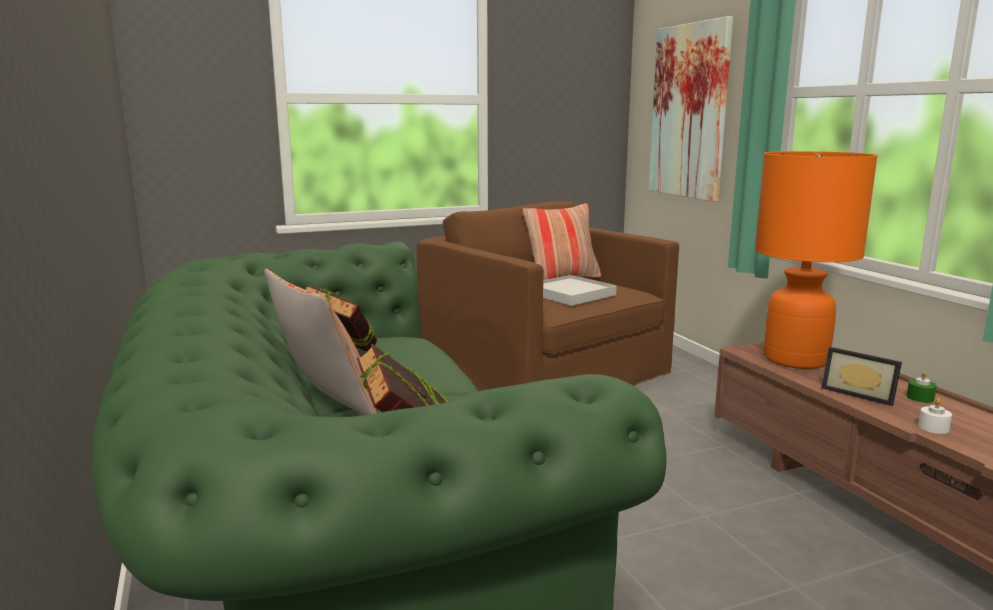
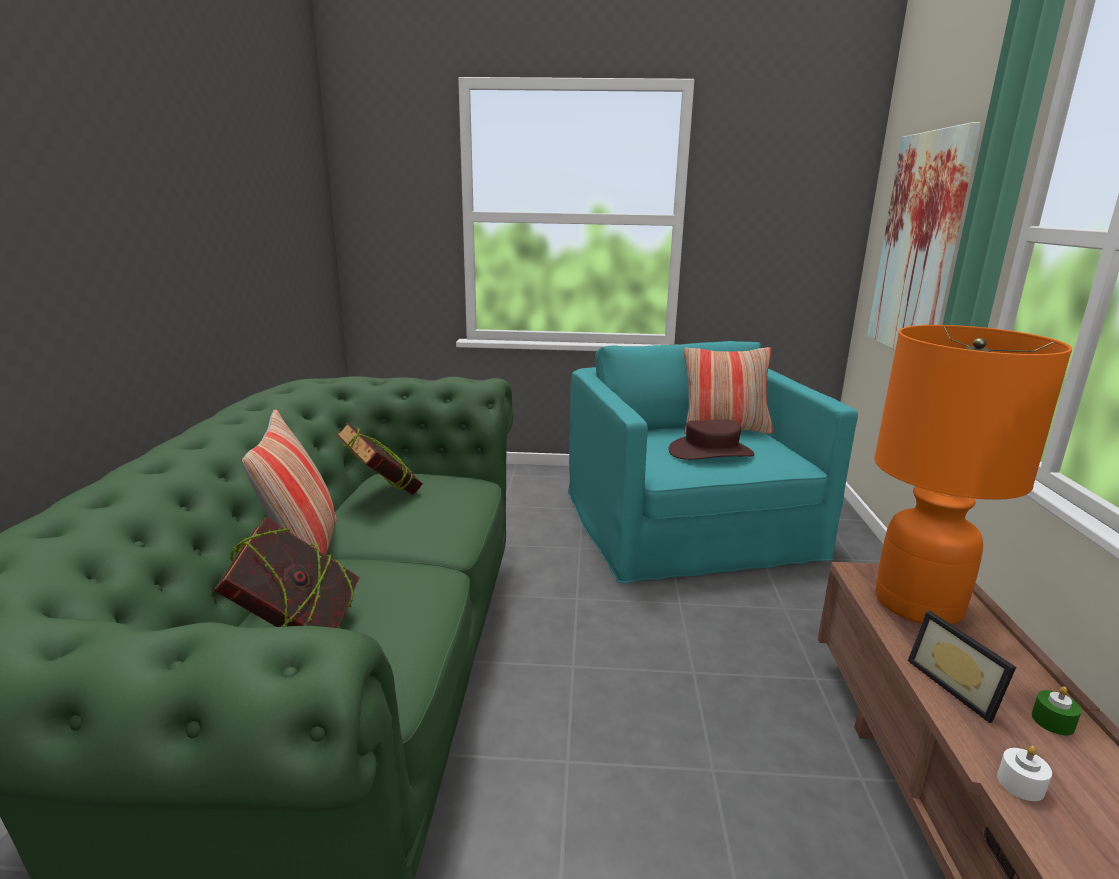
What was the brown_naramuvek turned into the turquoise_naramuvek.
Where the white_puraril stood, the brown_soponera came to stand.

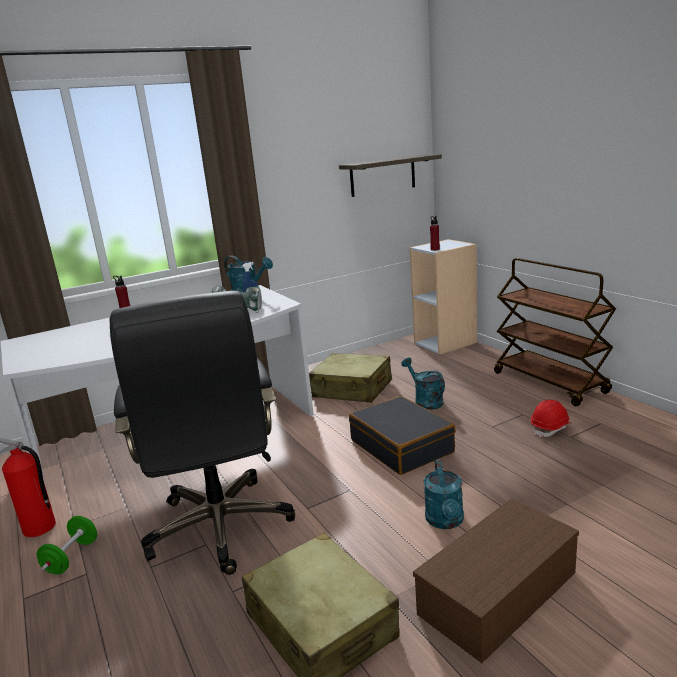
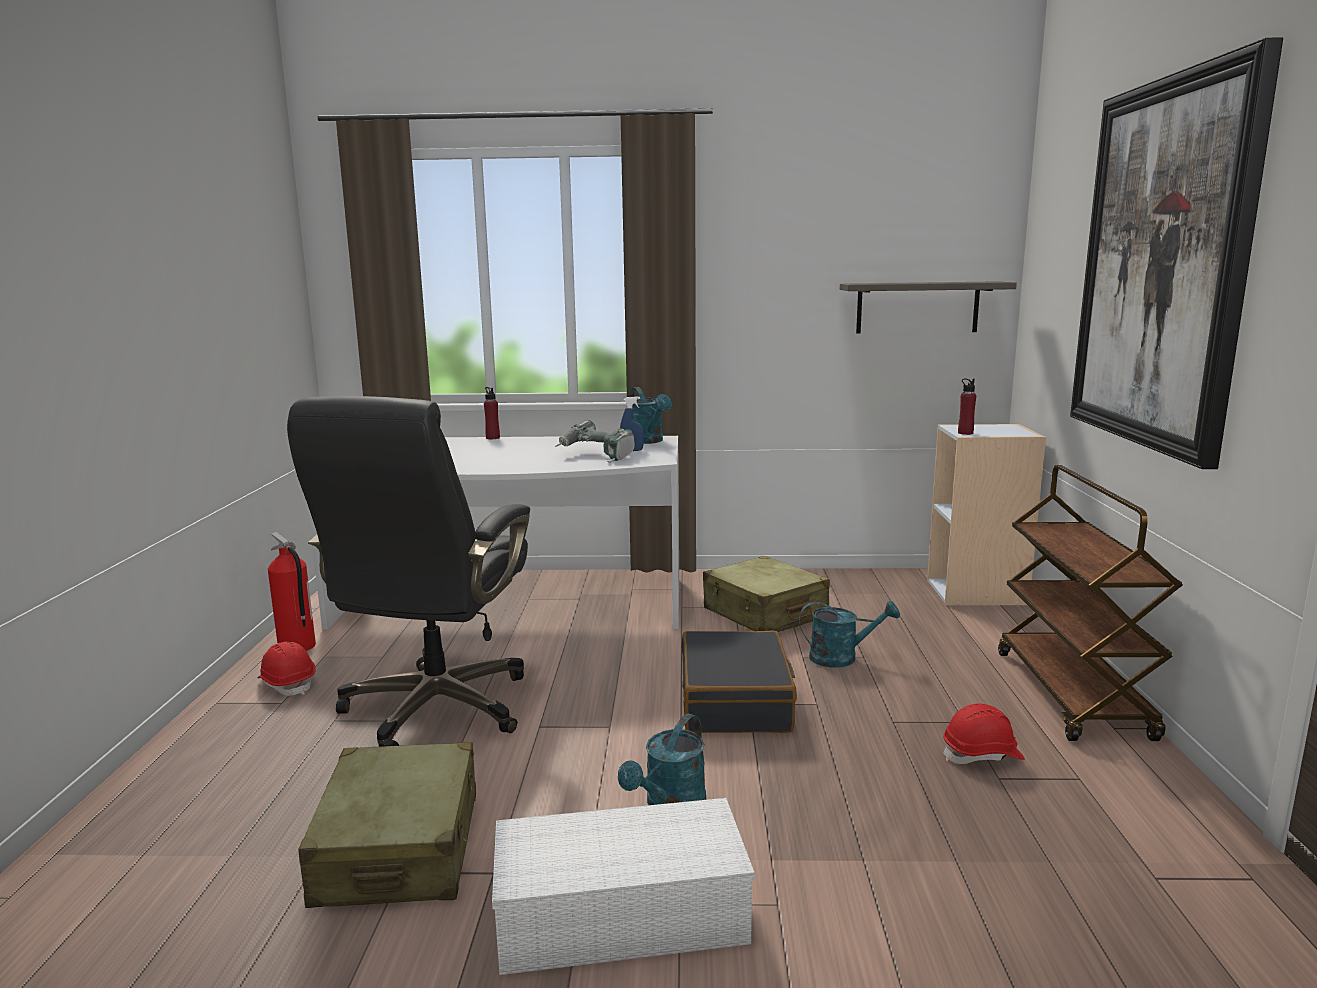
Where the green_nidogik stood, the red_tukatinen (no. 1 from left) came to stand.
What was the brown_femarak turned into the white_femarak.
The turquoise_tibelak (no. 2 from left in the first image) ended up facing another way, 90 degrees clockwise from before.
The second view gained the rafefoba.

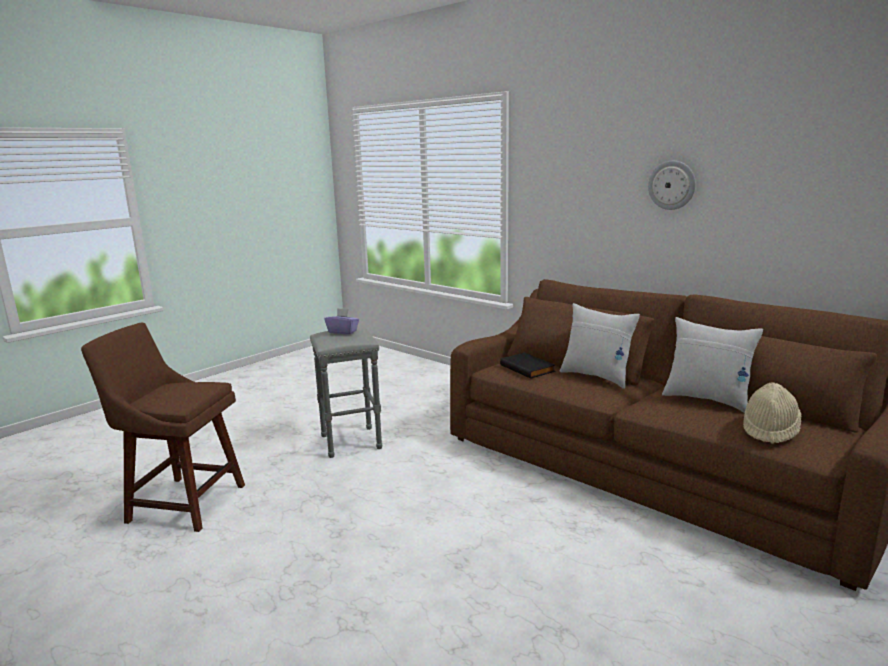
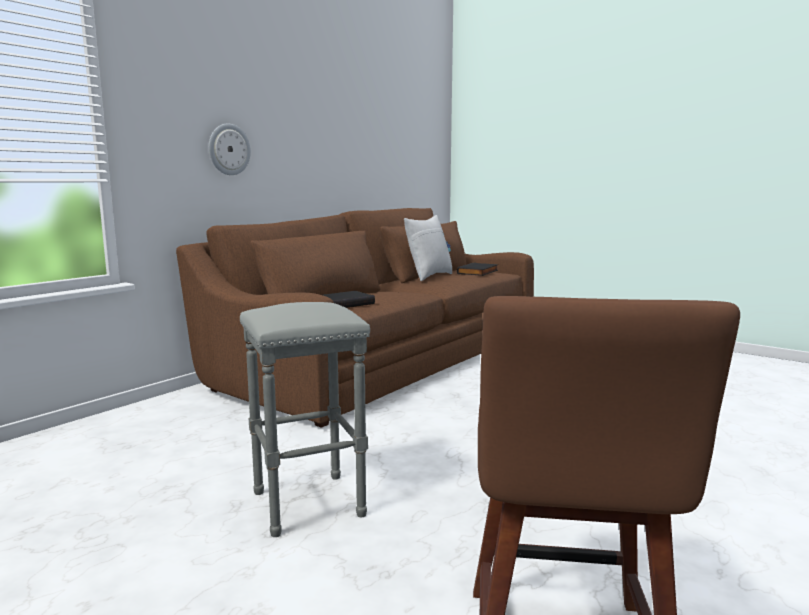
The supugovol ended up elsewhere.
Where the beige_soponera stood, the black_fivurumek (no. 2 from left) came to stand.
The second view lost the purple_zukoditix.
The second view lost the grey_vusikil (no. 1 from left).

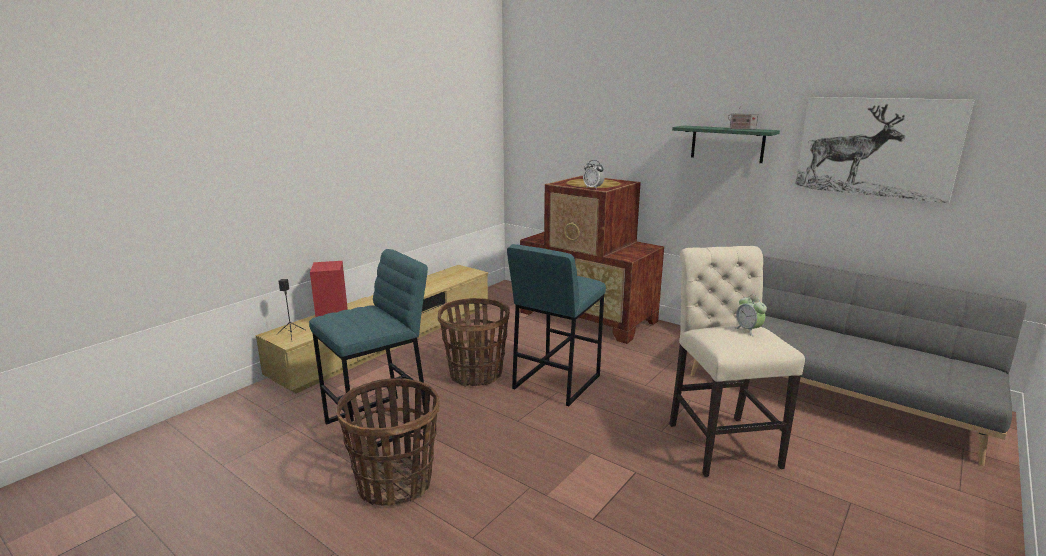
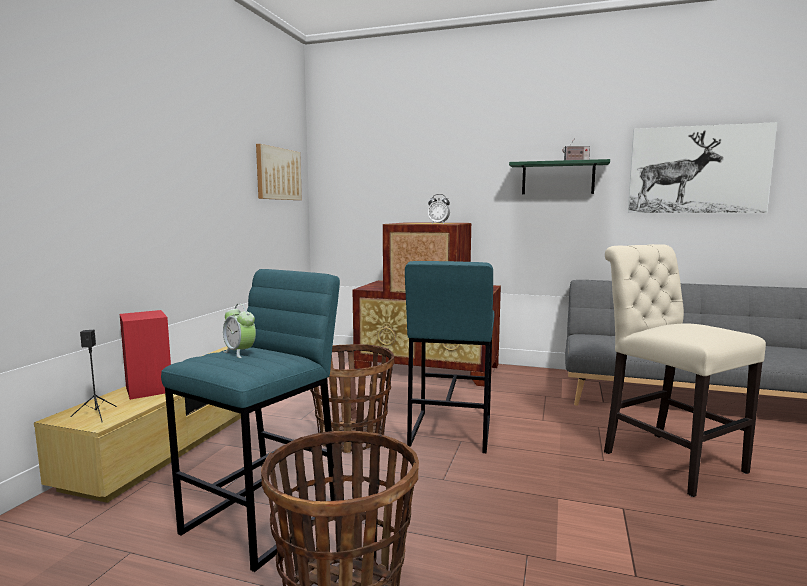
The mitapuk (no. 2 from left in the first image) ended up elsewhere.
The second view gained the rafefoba (no. 1 from left).

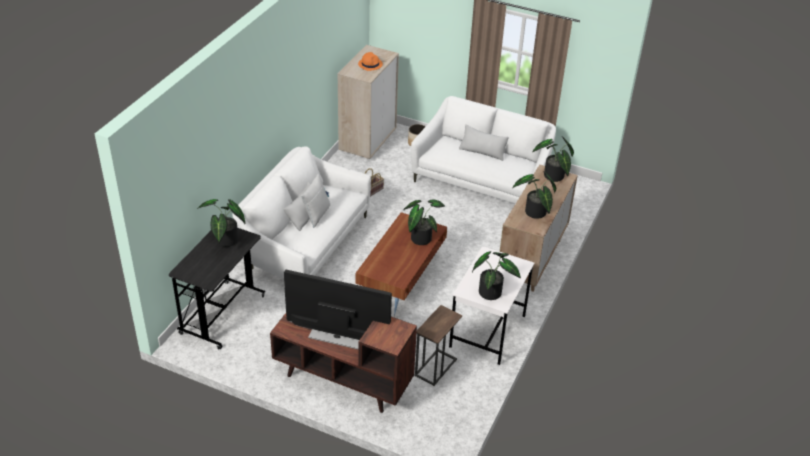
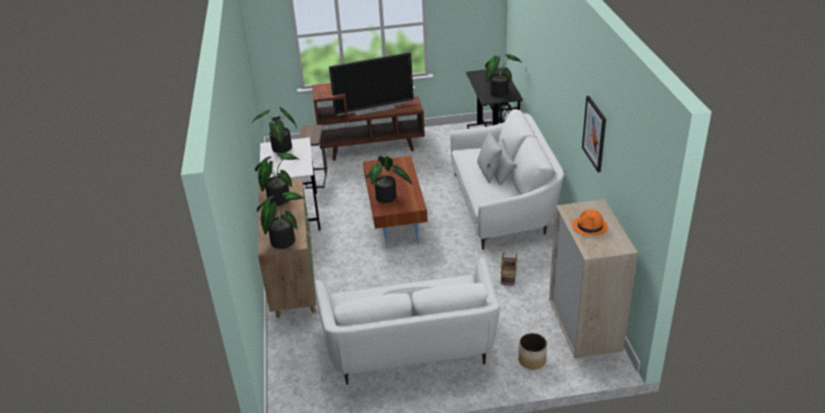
The second view gained the rafefoba.

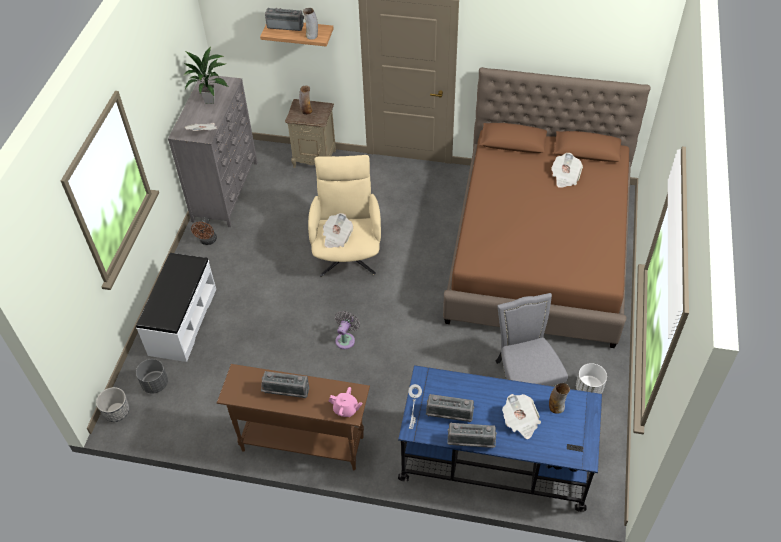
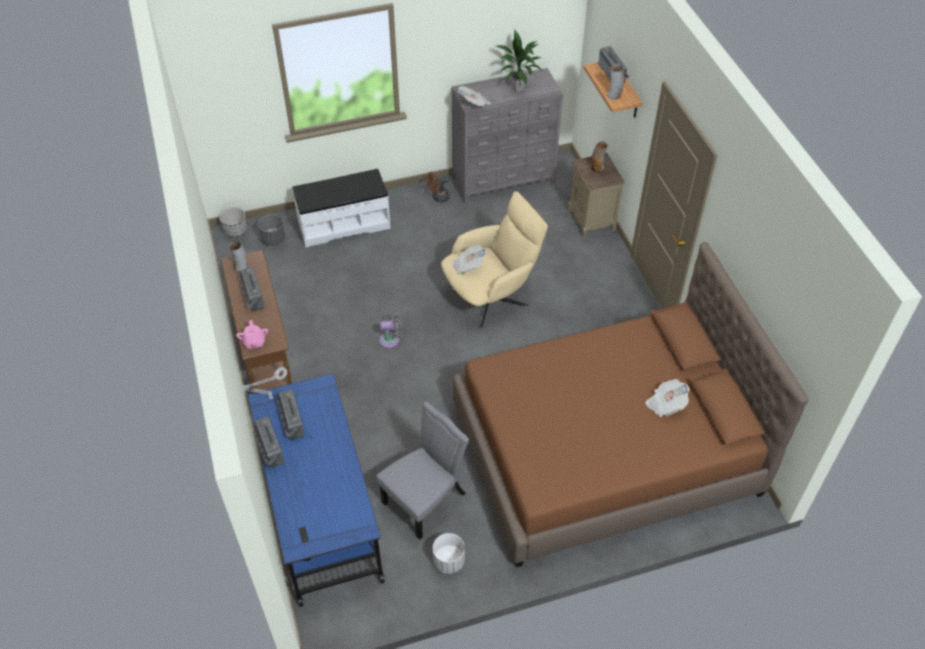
The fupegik (no. 3 from left in the first image) ended up elsewhere.
The second view lost the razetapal (no. 3 from left).

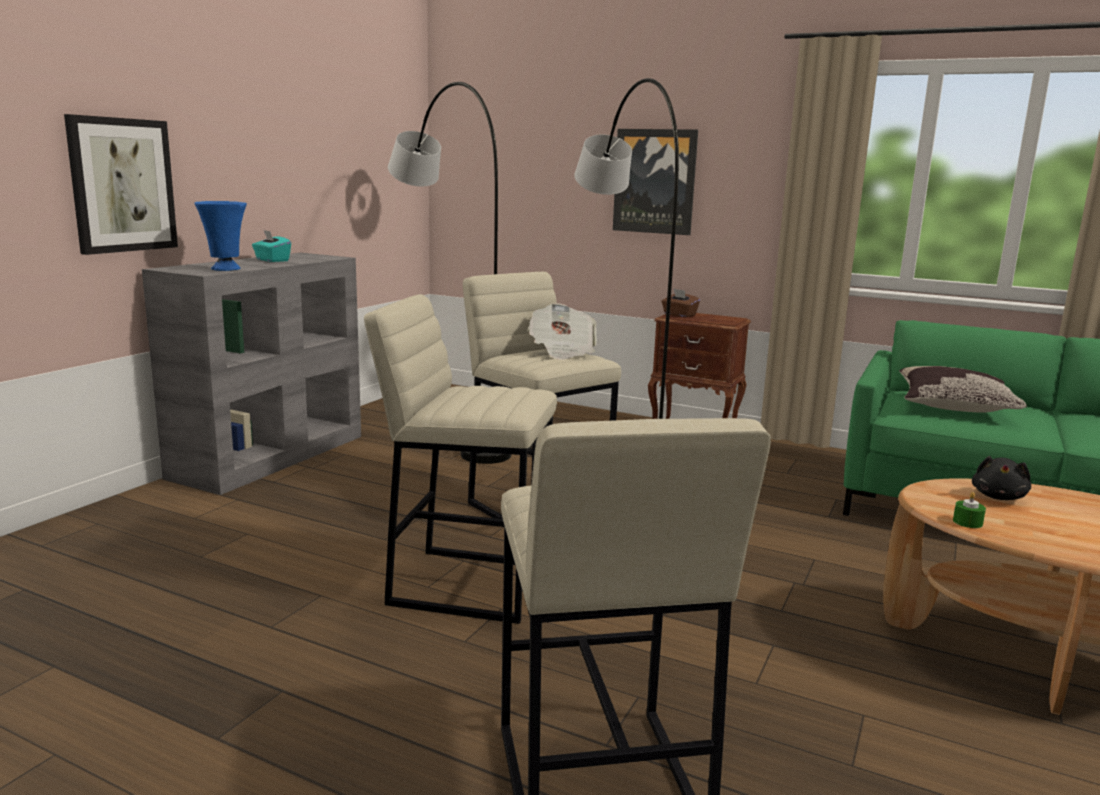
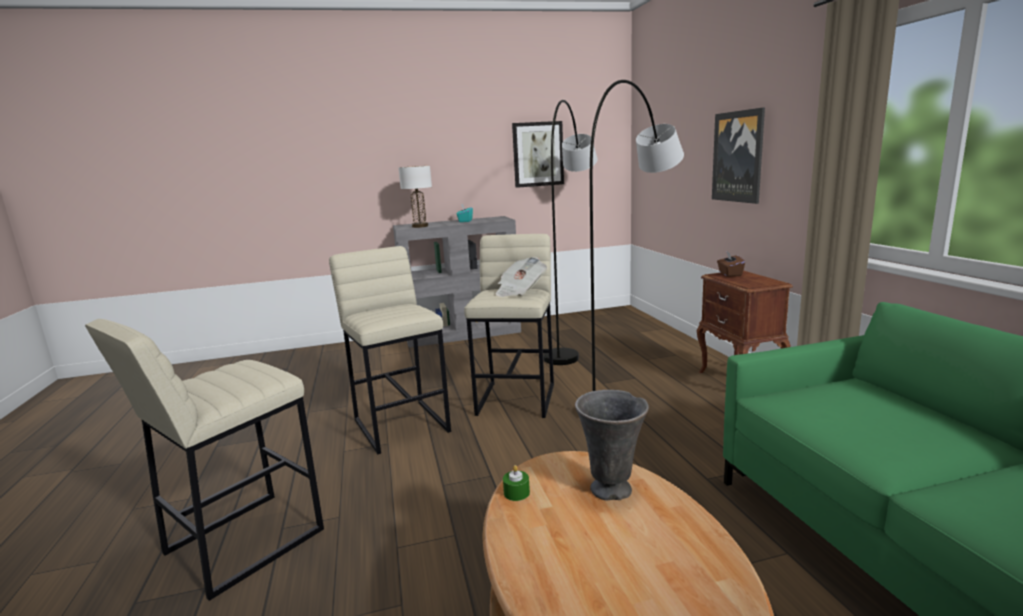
Where the blue_fupegik stood, the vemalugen came to stand.
The rafefoba (no. 1 from left) ended up elsewhere.
Where the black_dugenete stood, the grey_fupegik came to stand.
The second view lost the vusikil.

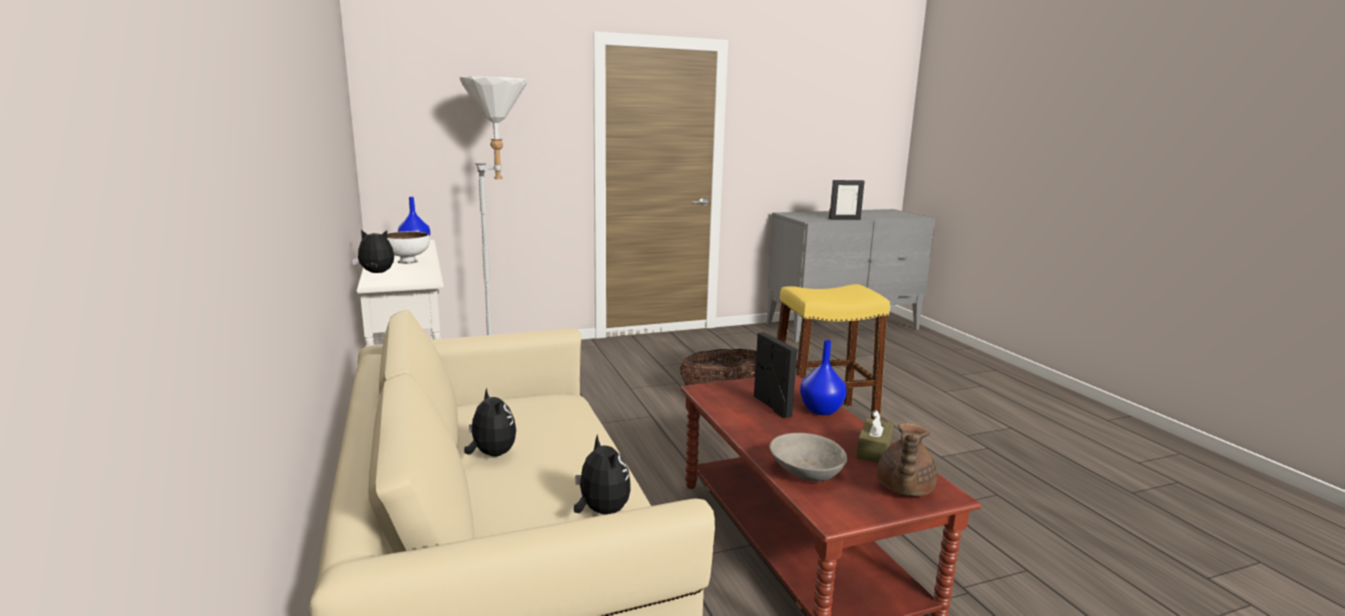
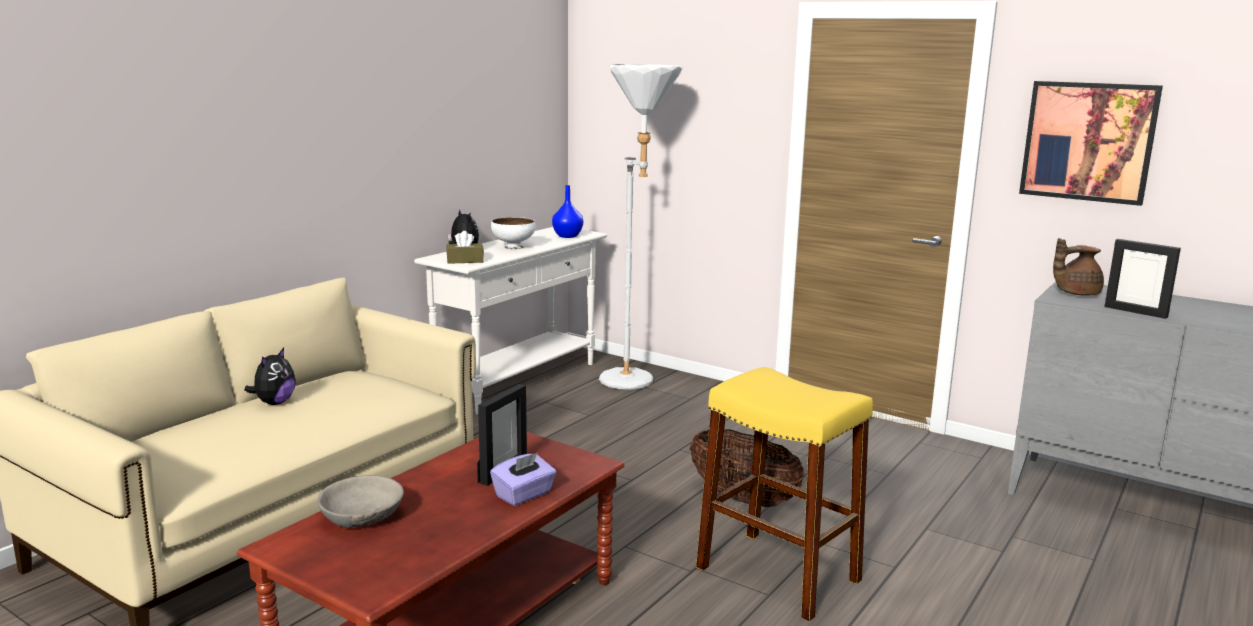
The brown_zukoditix ended up elsewhere.
Where the blue_fupegik (no. 2 from left) stood, the purple_zukoditix came to stand.
The second view gained the rafefoba.
The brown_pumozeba ended up elsewhere.
The second view lost the dugenete (no. 3 from left).

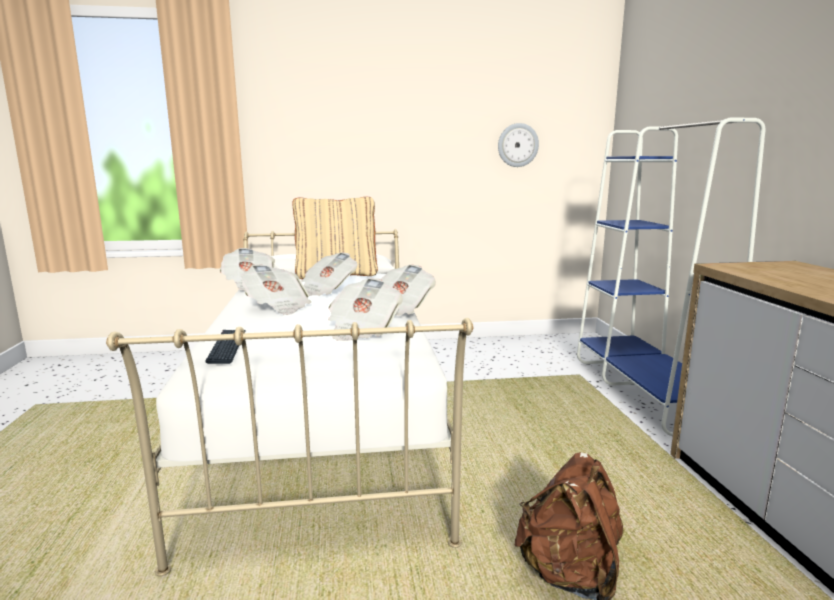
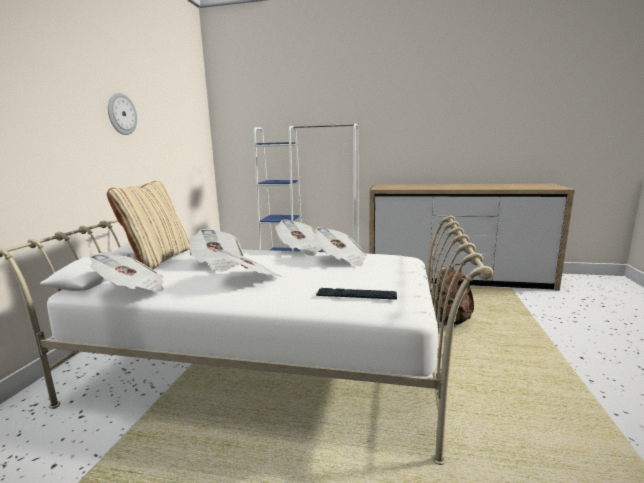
The supugovol ended up elsewhere.

